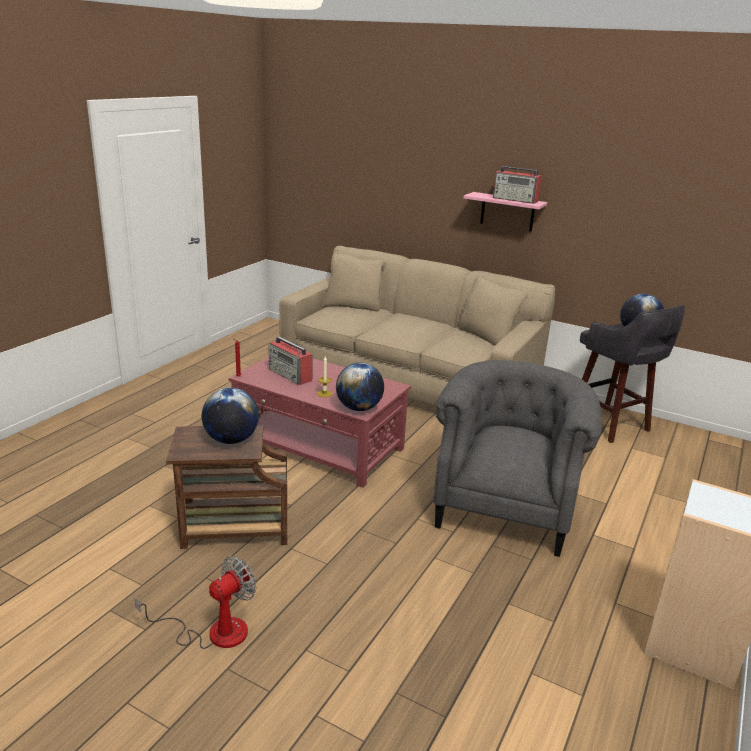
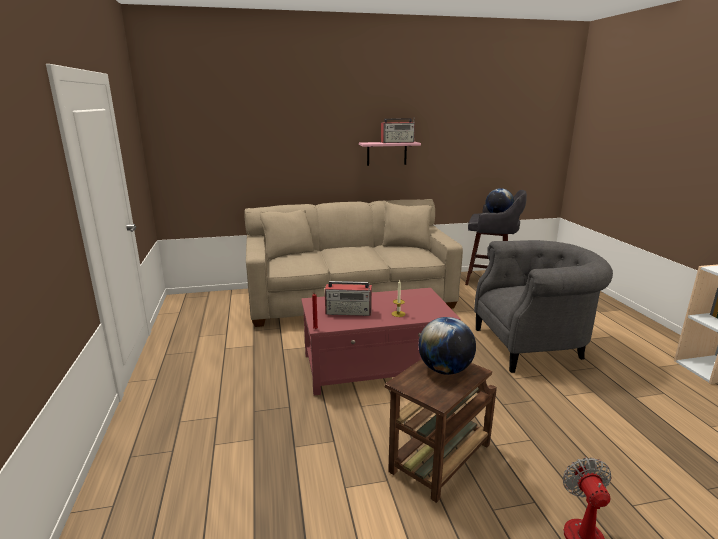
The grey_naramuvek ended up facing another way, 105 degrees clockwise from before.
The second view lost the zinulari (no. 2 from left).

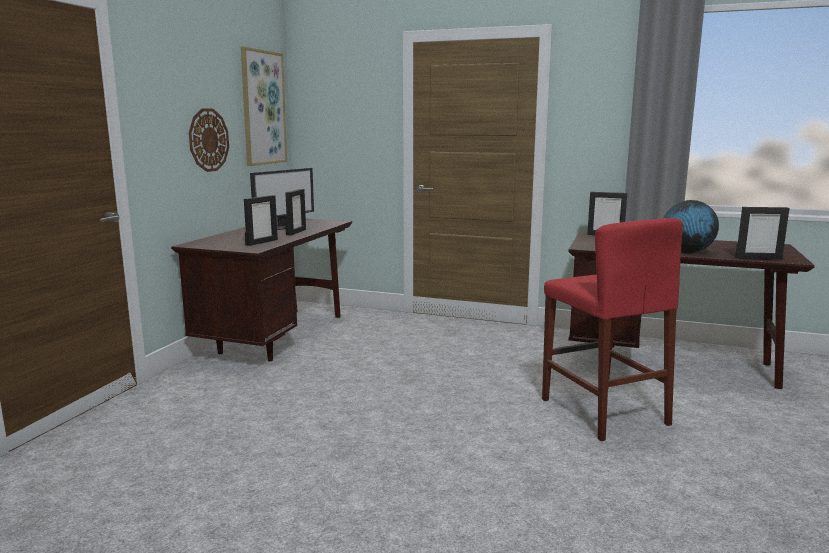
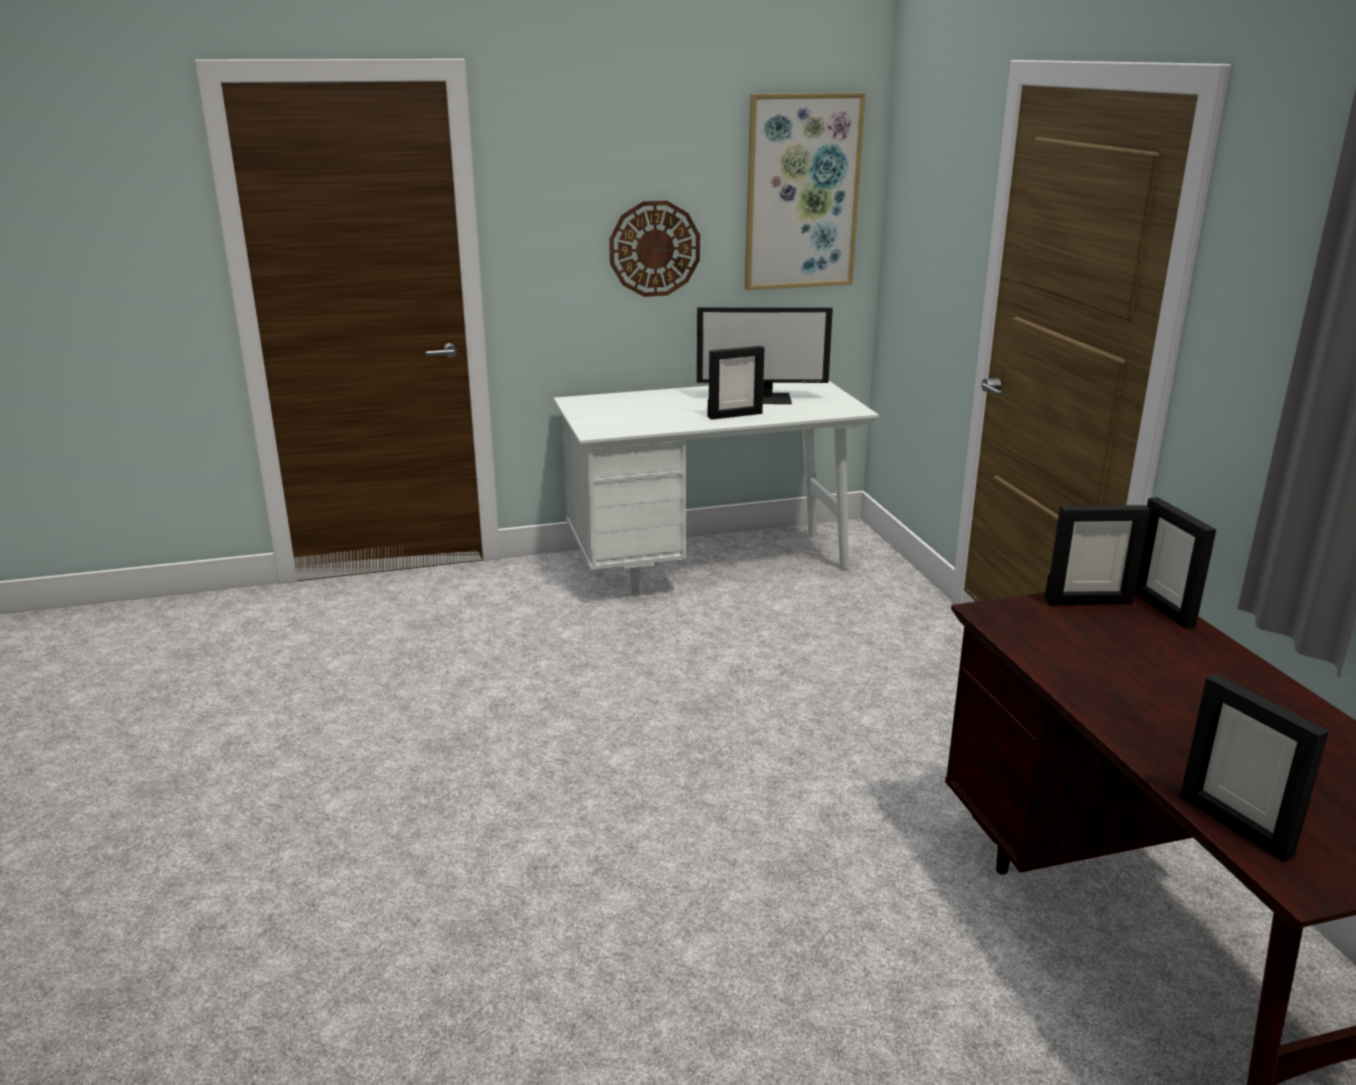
What was the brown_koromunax (no. 1 from left) turned into the white_koromunax.
The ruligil (no. 1 from left in the first image) ended up elsewhere.
The second view lost the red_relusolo.
The second view lost the zinulari.

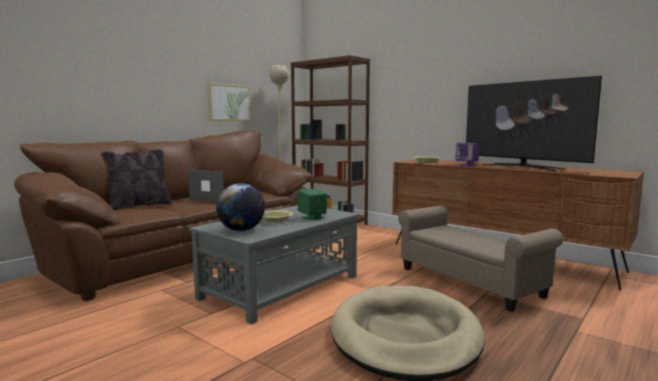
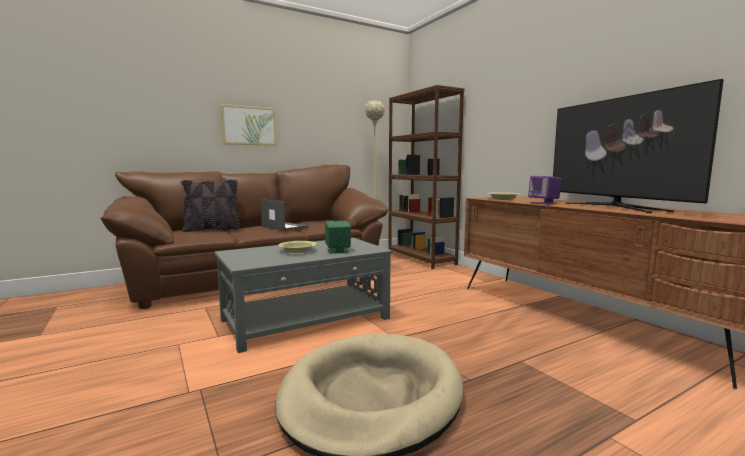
The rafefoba ended up elsewhere.
The second view lost the zinulari.
The second view lost the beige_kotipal.

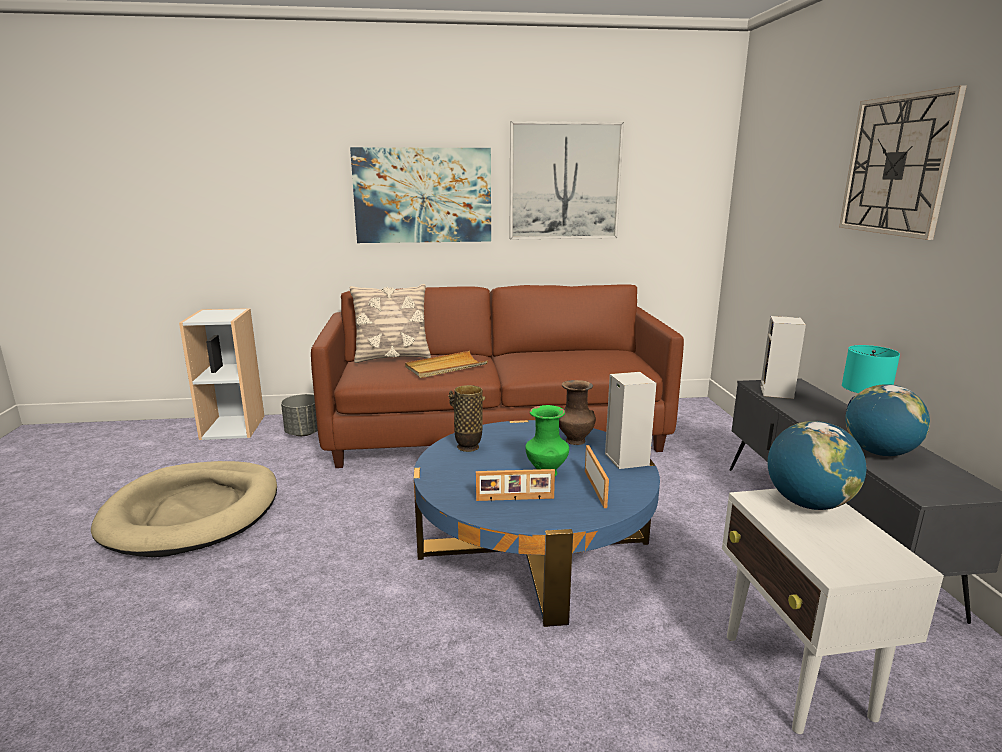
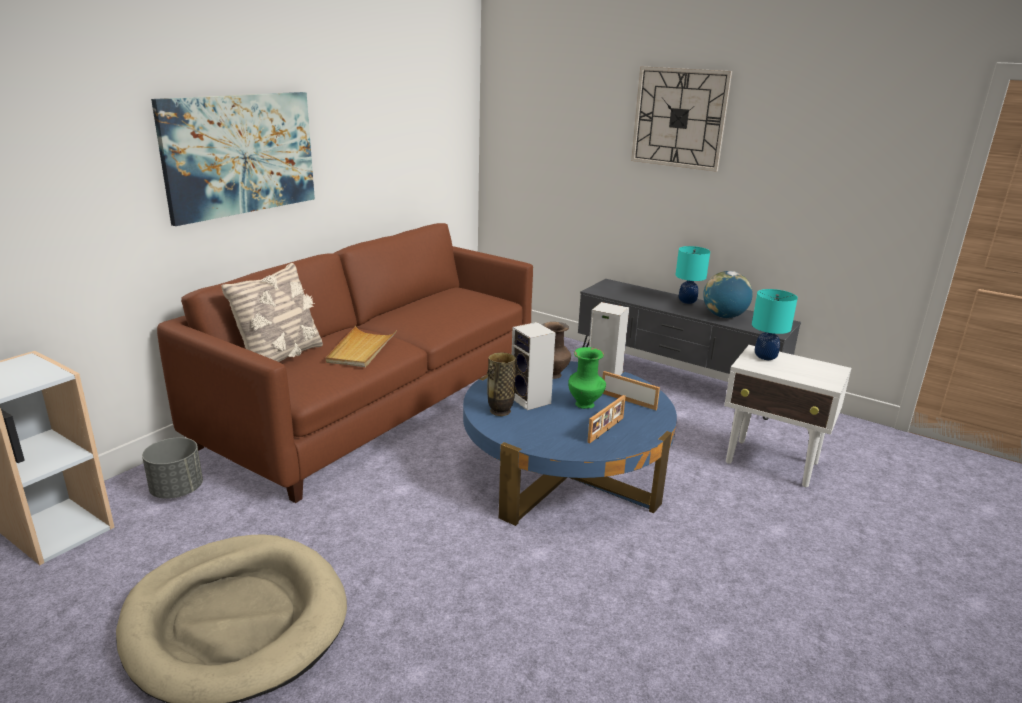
The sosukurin (no. 2 from left in the first image) ended up elsewhere.
Where the zinulari (no. 1 from left) stood, the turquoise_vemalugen (no. 2 from left) came to stand.
The second view lost the rafefoba (no. 2 from left).

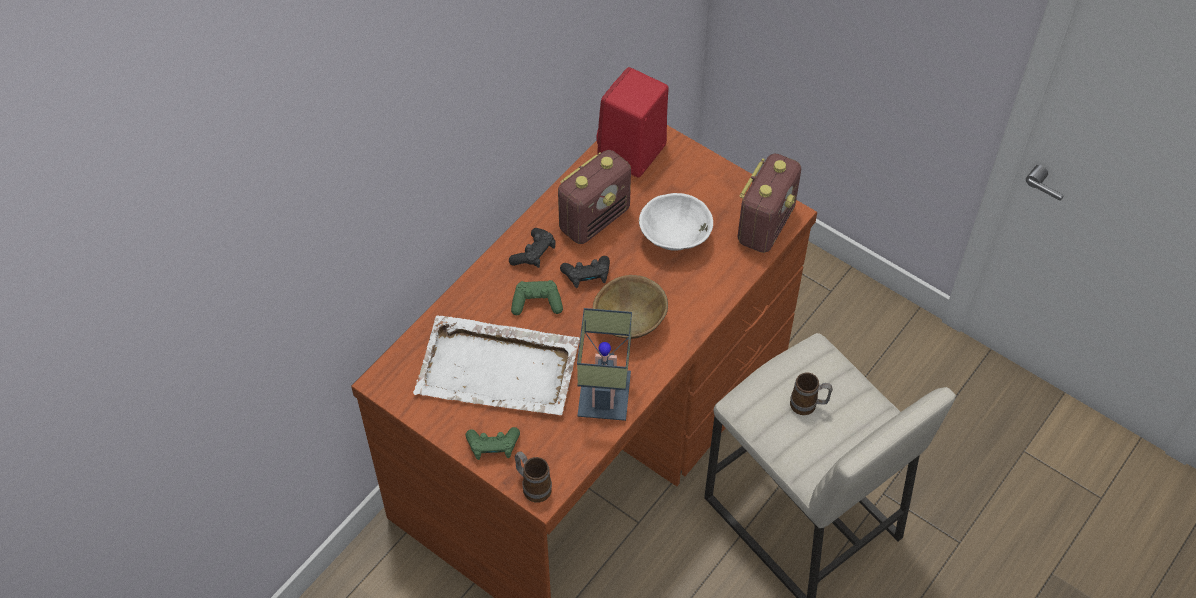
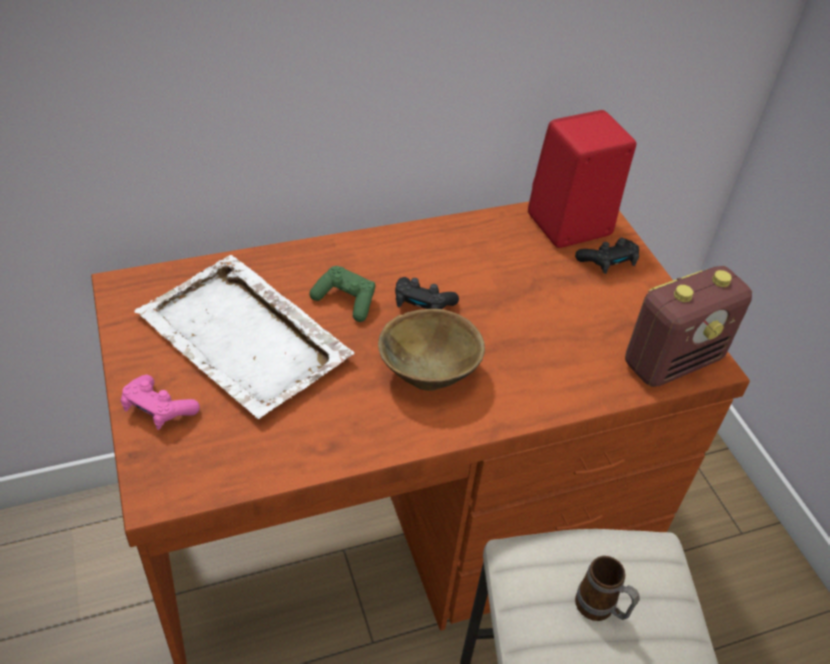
What was the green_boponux (no. 1 from left) turned into the pink_boponux.
The black_boponux (no. 1 from left in the first image) ended up elsewhere.
The second view lost the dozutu (no. 1 from left).
The second view lost the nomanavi (no. 1 from left).
The second view lost the vemalugen.
The second view lost the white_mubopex.

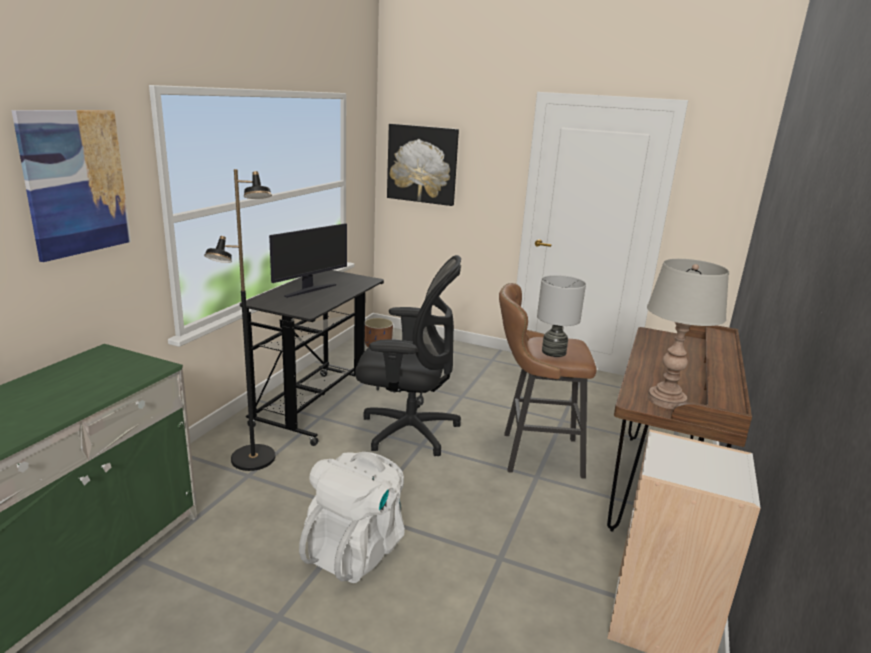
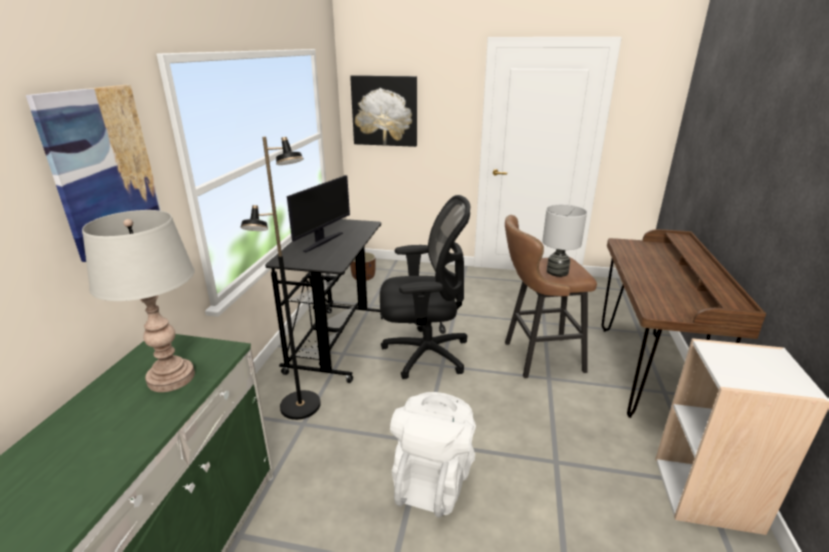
The grey_vemalugen (no. 2 from left in the first image) ended up elsewhere.

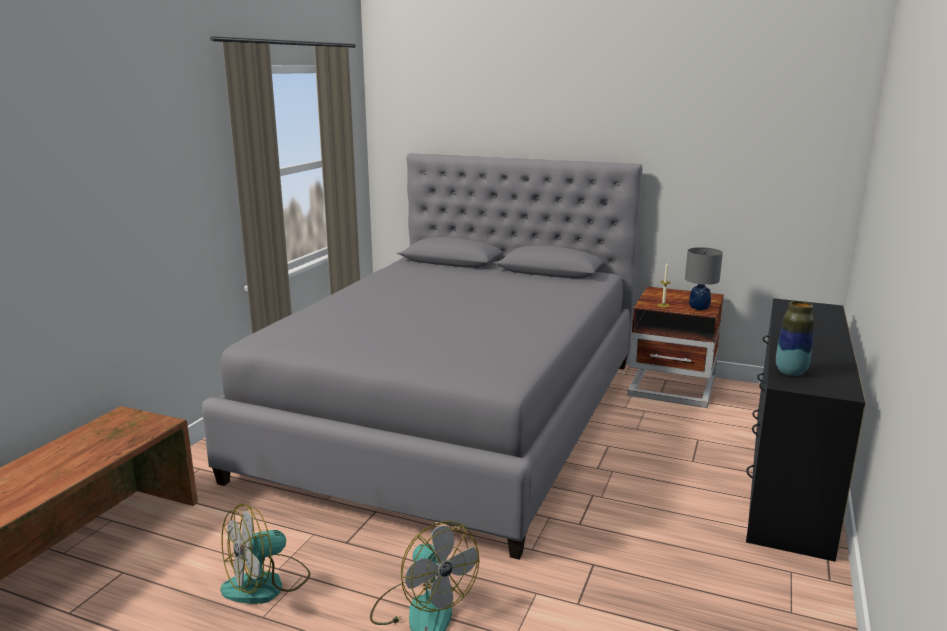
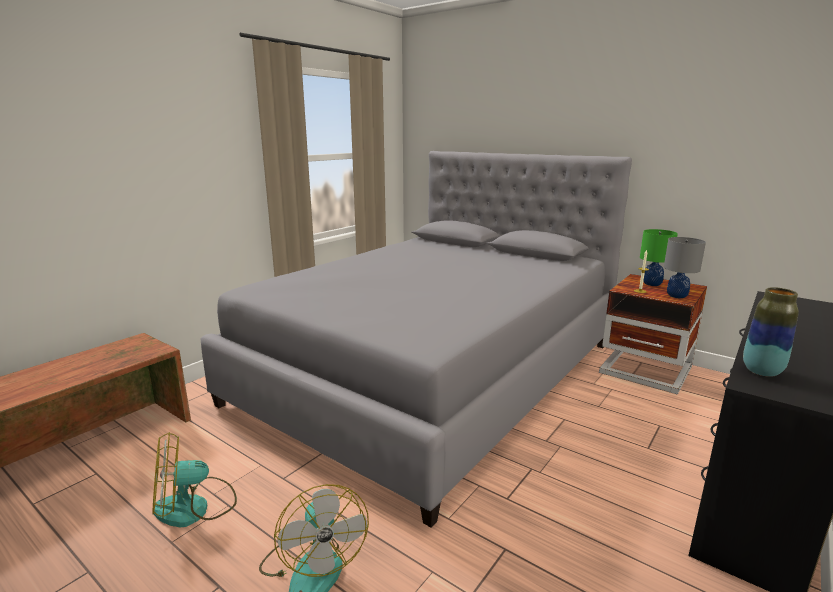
The second view gained the green_vemalugen.

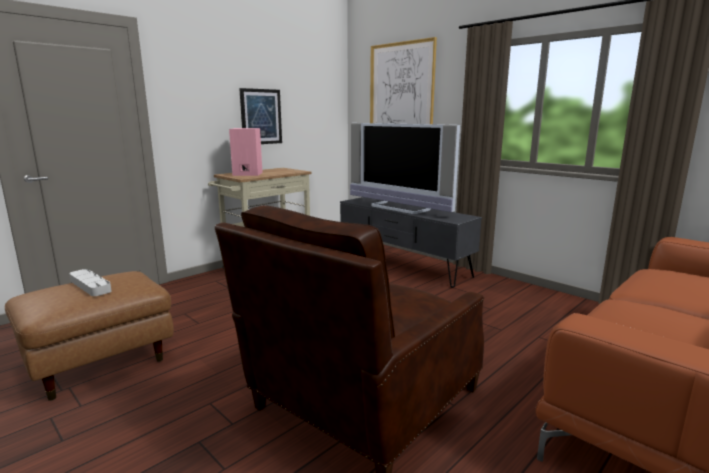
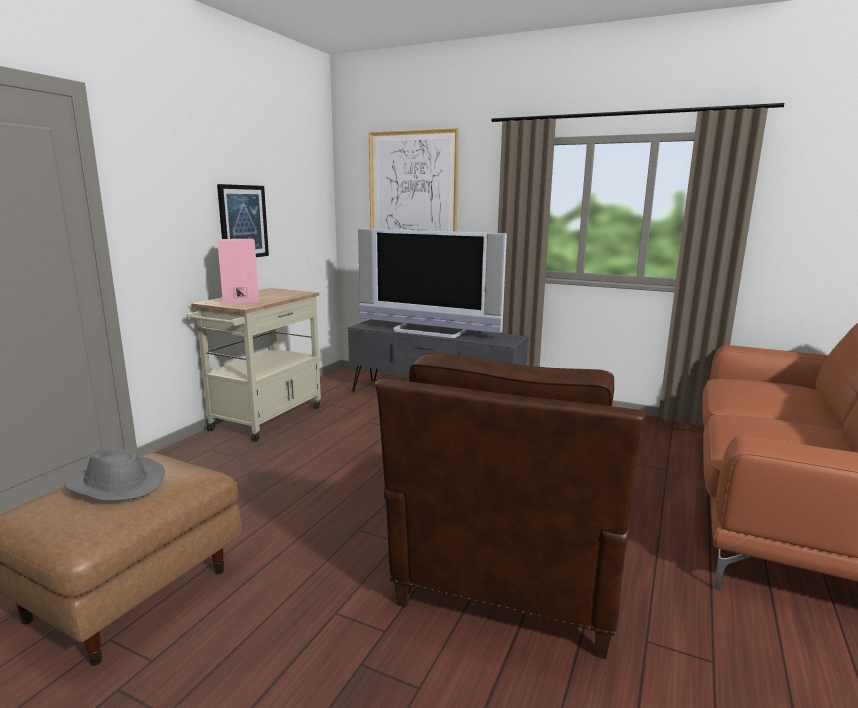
Where the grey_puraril stood, the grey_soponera came to stand.

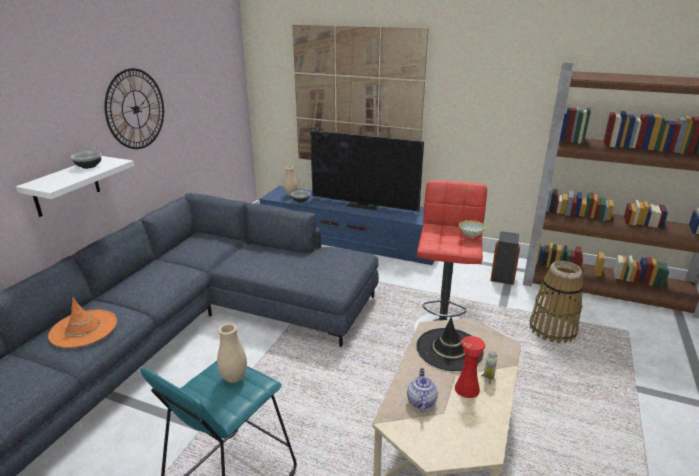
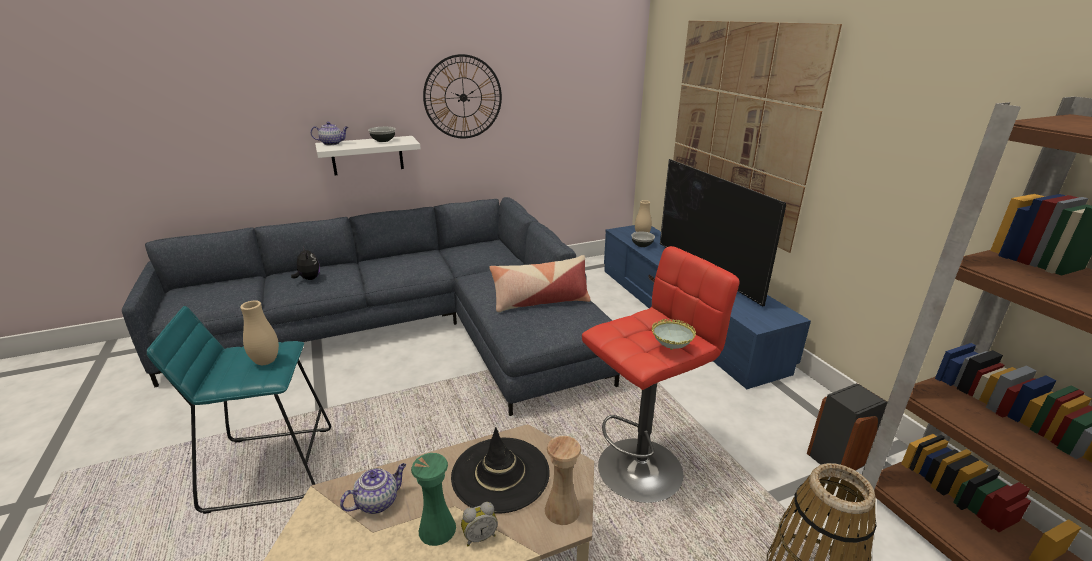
Where the orange_soponera stood, the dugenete came to stand.
The second view gained the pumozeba (no. 1 from left).
What was the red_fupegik turned into the green_fupegik.
The second view gained the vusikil.
The second view gained the beige_fupegik (no. 2 from left).

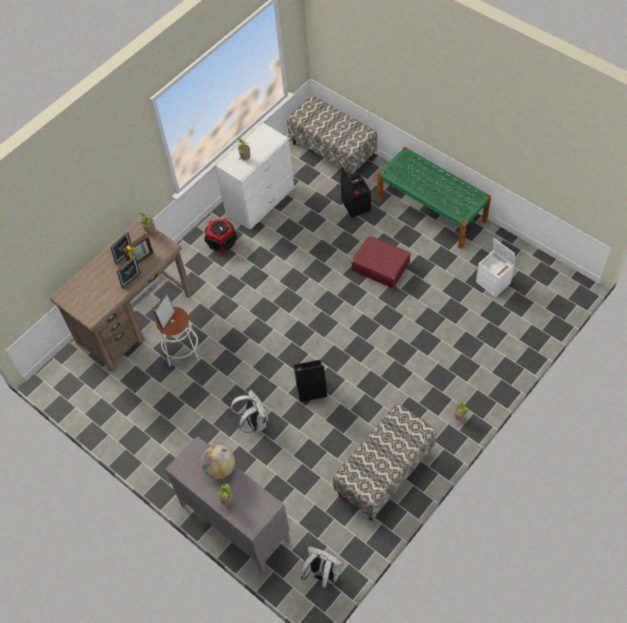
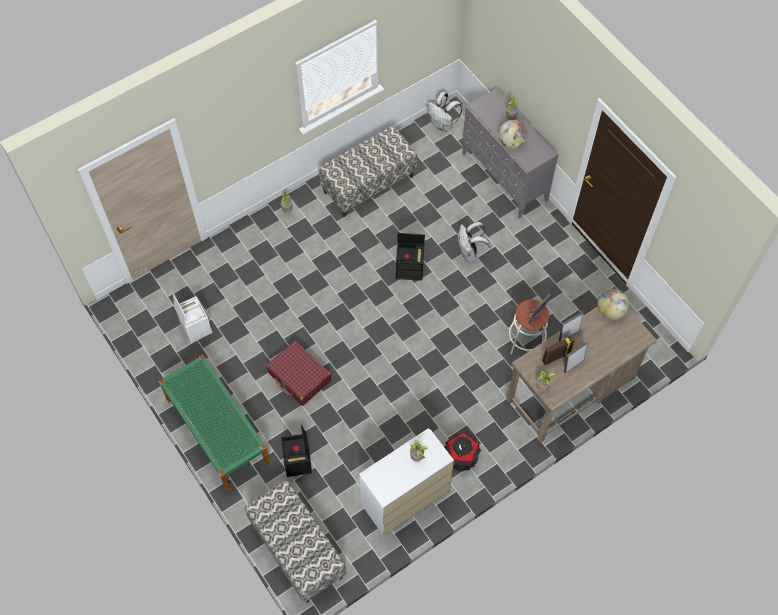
The second view gained the zinulari (no. 2 from left).

